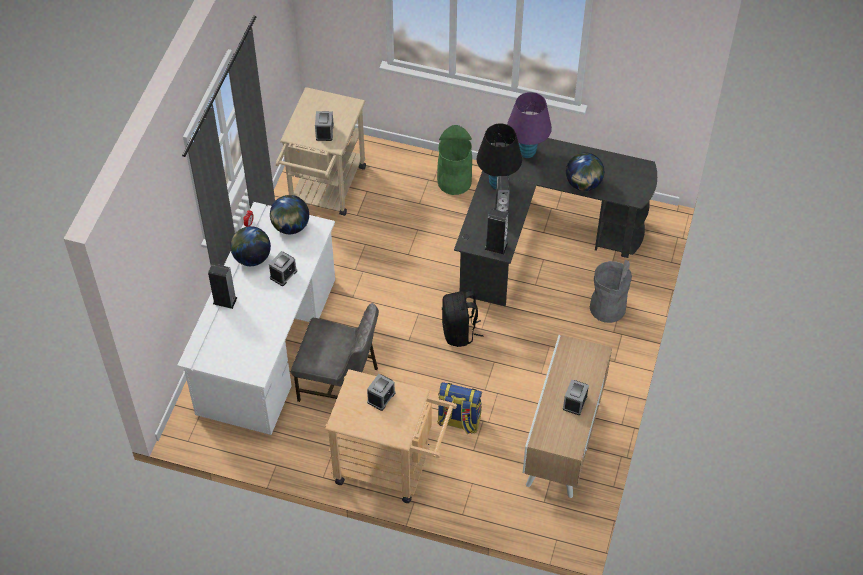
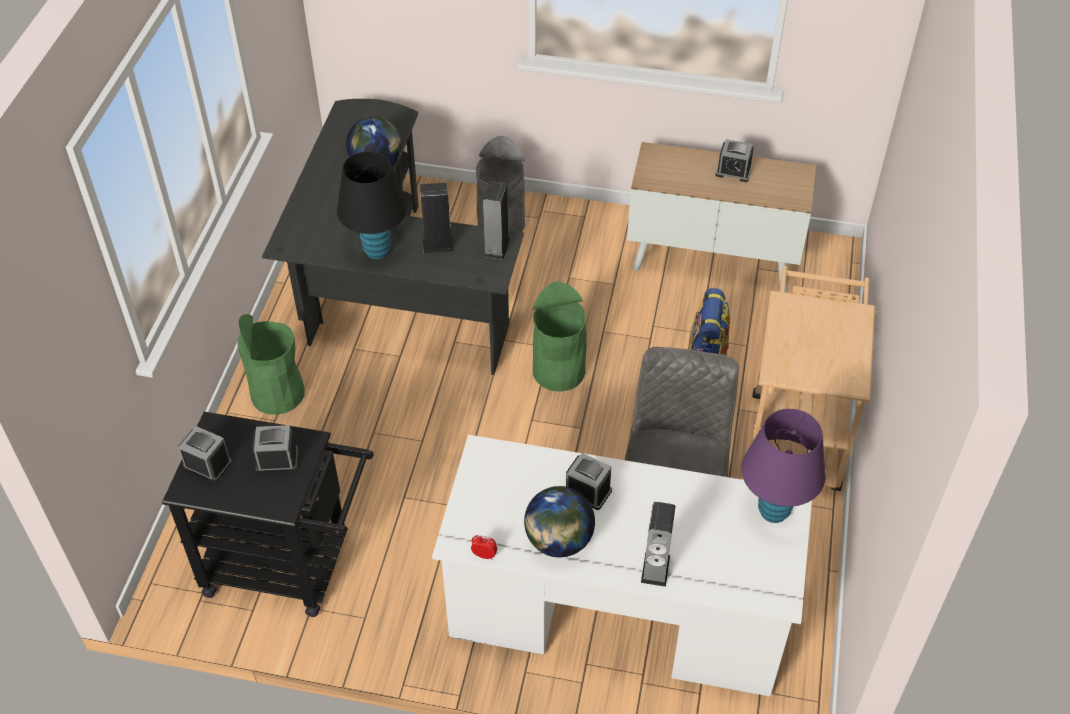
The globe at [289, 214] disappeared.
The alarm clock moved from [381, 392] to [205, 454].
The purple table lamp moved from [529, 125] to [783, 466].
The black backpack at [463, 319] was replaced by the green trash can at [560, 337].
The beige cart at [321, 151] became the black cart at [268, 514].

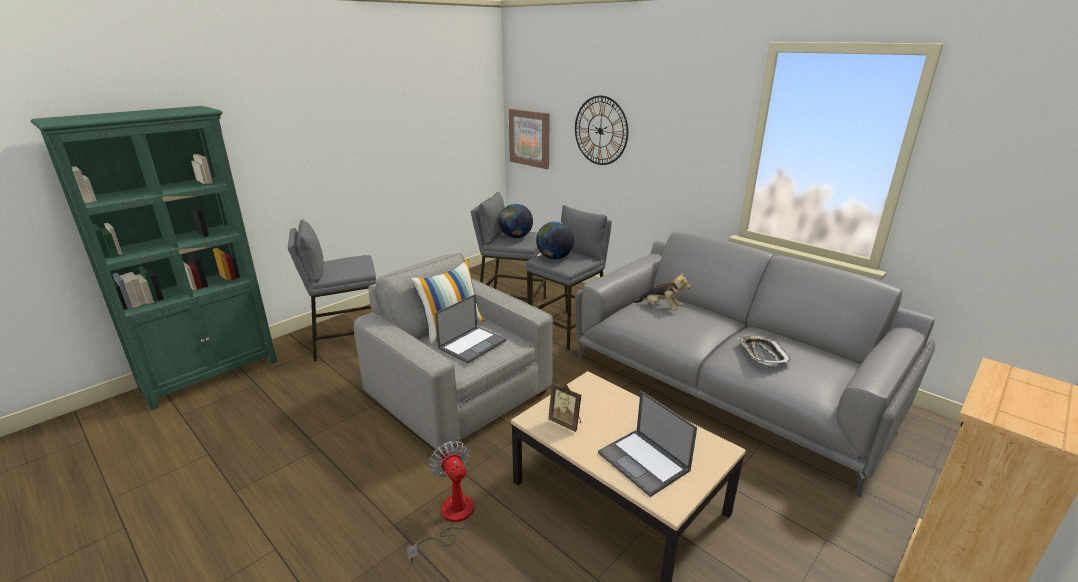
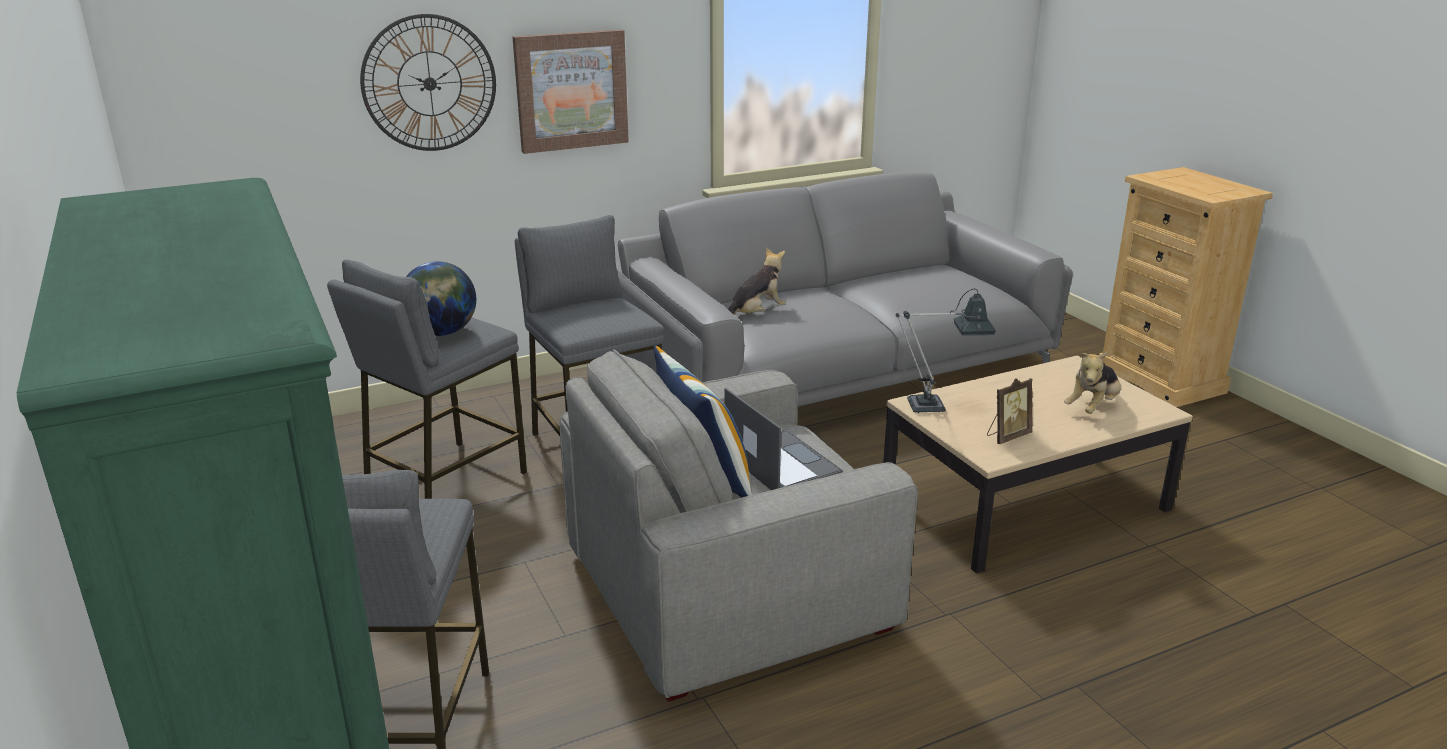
The fan at [440, 502] disappeared.
The globe at [555, 240] disappeared.
The tray at [765, 351] disappeared.
The table lamp at [946, 351] appeared.
The picture moved from [529, 139] to [571, 92].
The laptop at [647, 444] was replaced by the plush toy at [1092, 383].

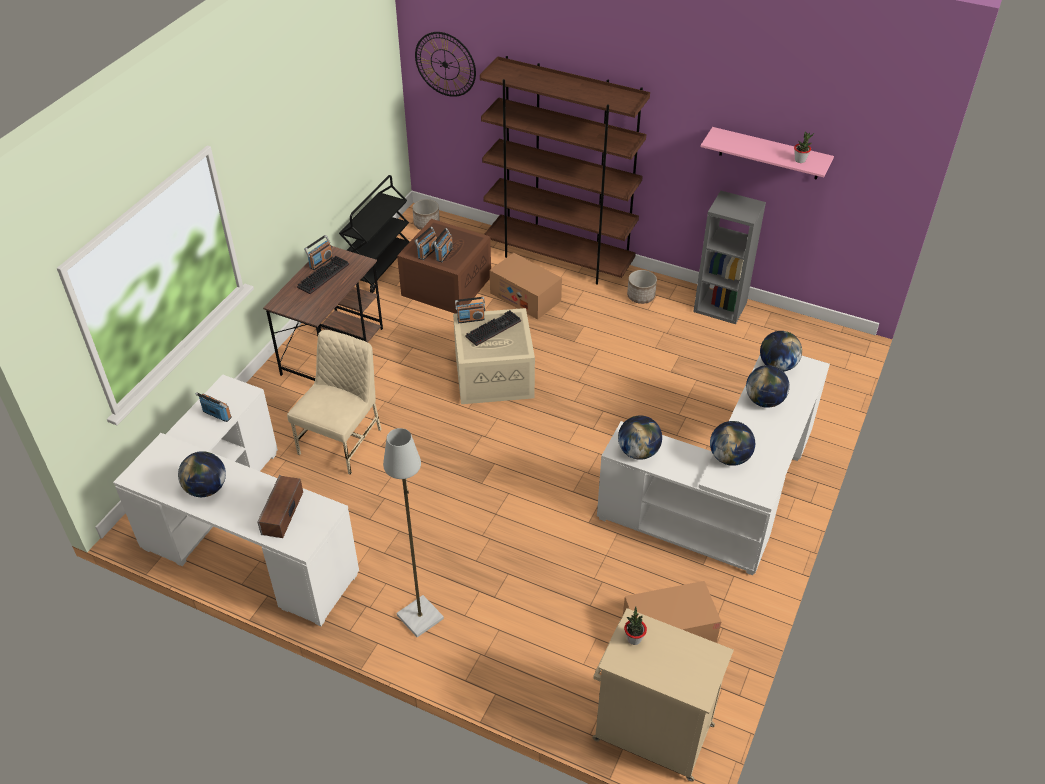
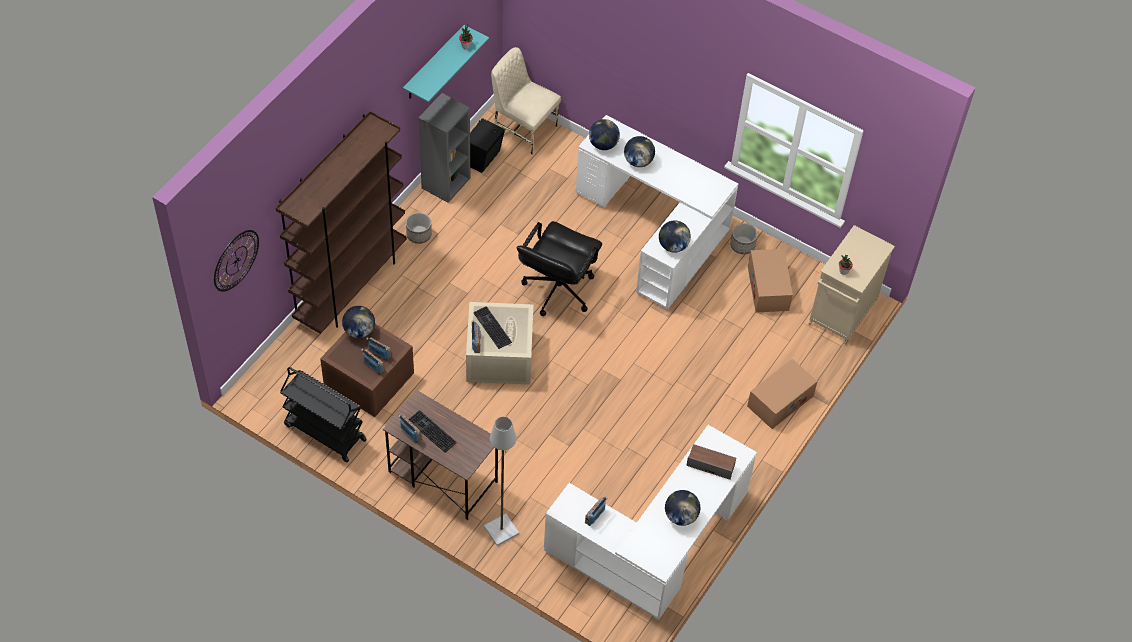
The black speaker at [487, 145] appeared.
The black office chair at [559, 268] appeared.
The beige chair moved from [334, 402] to [526, 101].
The grey floor lamp moved from [413, 532] to [501, 481].
The planter moved from [426, 214] to [744, 238].
The cardboard box moved from [526, 286] to [782, 394].
The globe moved from [732, 443] to [358, 322].
The pink shelf at [767, 153] became the turquoise shelf at [446, 63].

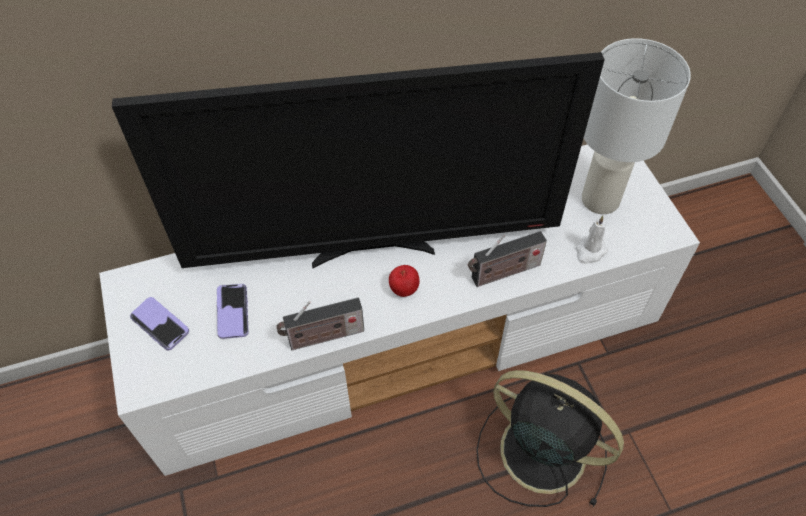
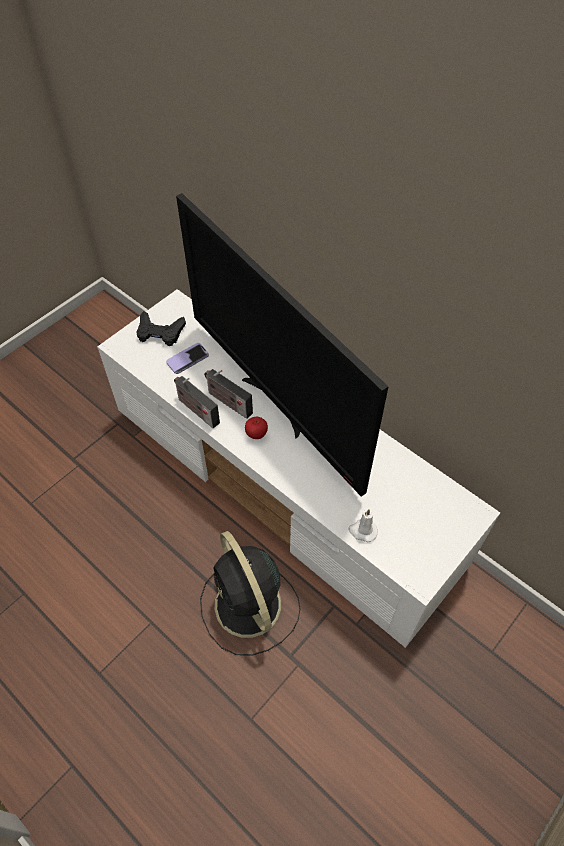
The white table lamp at [636, 126] disappeared.
The radio moved from [507, 259] to [228, 394].
The phone at [159, 324] was replaced by the black game controller at [161, 328].
The black fan at [550, 438] turned 150 degrees clockwise.

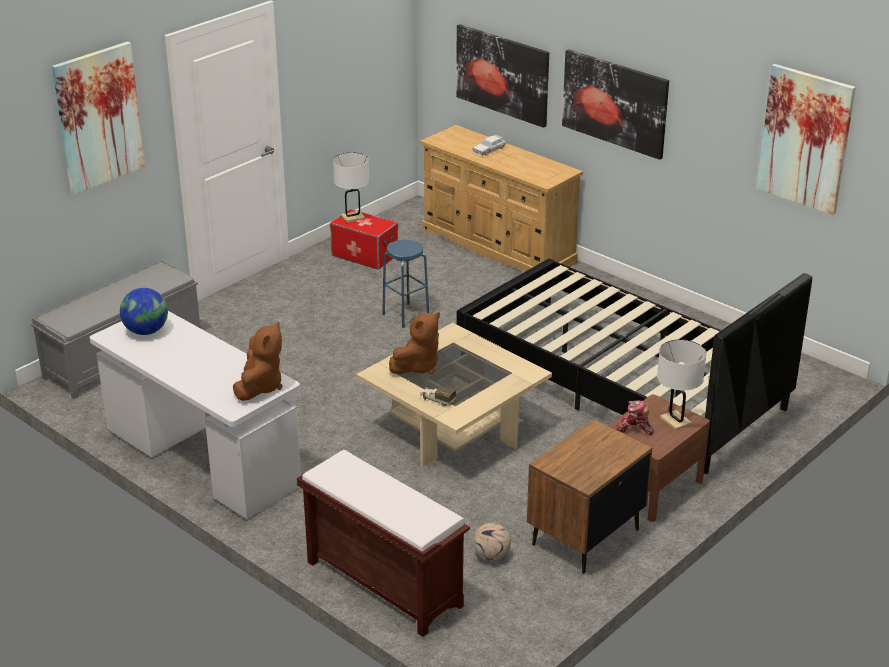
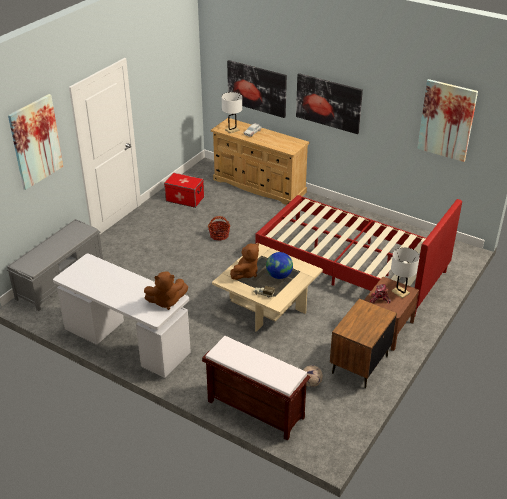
The globe moved from [144, 311] to [279, 265].
The white table lamp moved from [351, 187] to [232, 113].
The blue stool at [405, 284] was replaced by the basket at [219, 228].
The black bed at [634, 366] became the red bed at [359, 255].
The brown plush toy at [258, 361] turned 75 degrees clockwise.

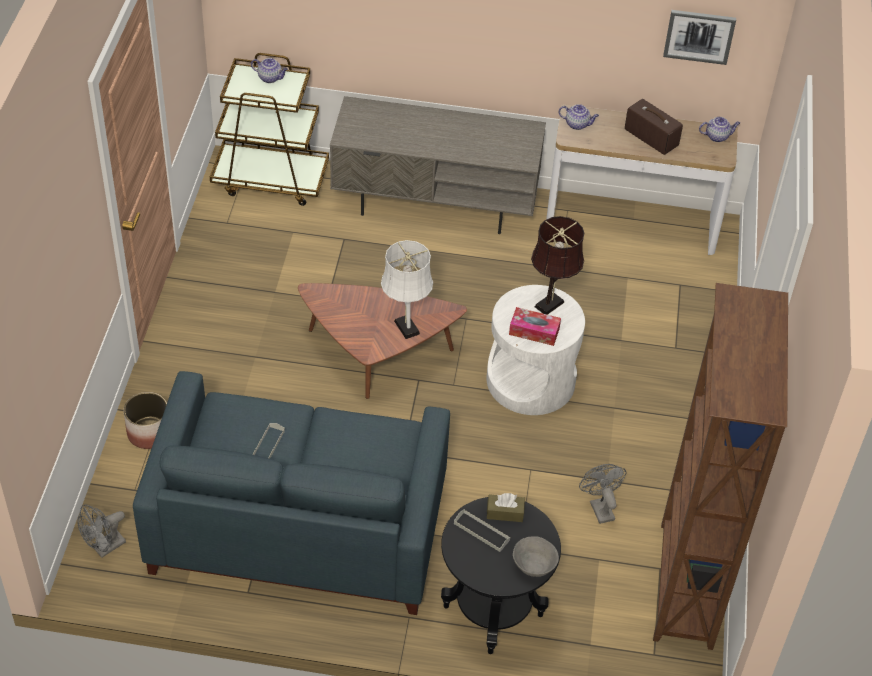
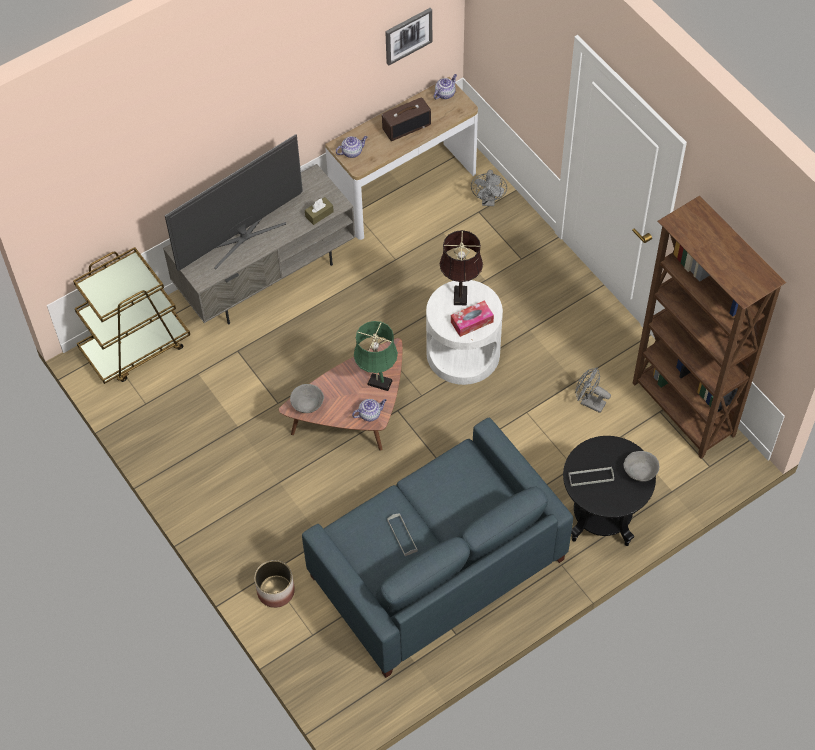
The television at [234, 202] appeared.
The grey bowl at [307, 398] appeared.
The grey fan moved from [101, 531] to [489, 188].
The teapot moved from [269, 70] to [369, 410].
The brown tissue box moved from [506, 507] to [319, 211].
The white table lamp at [407, 289] became the green table lamp at [376, 356].
The radio at [654, 127] turned 150 degrees clockwise.

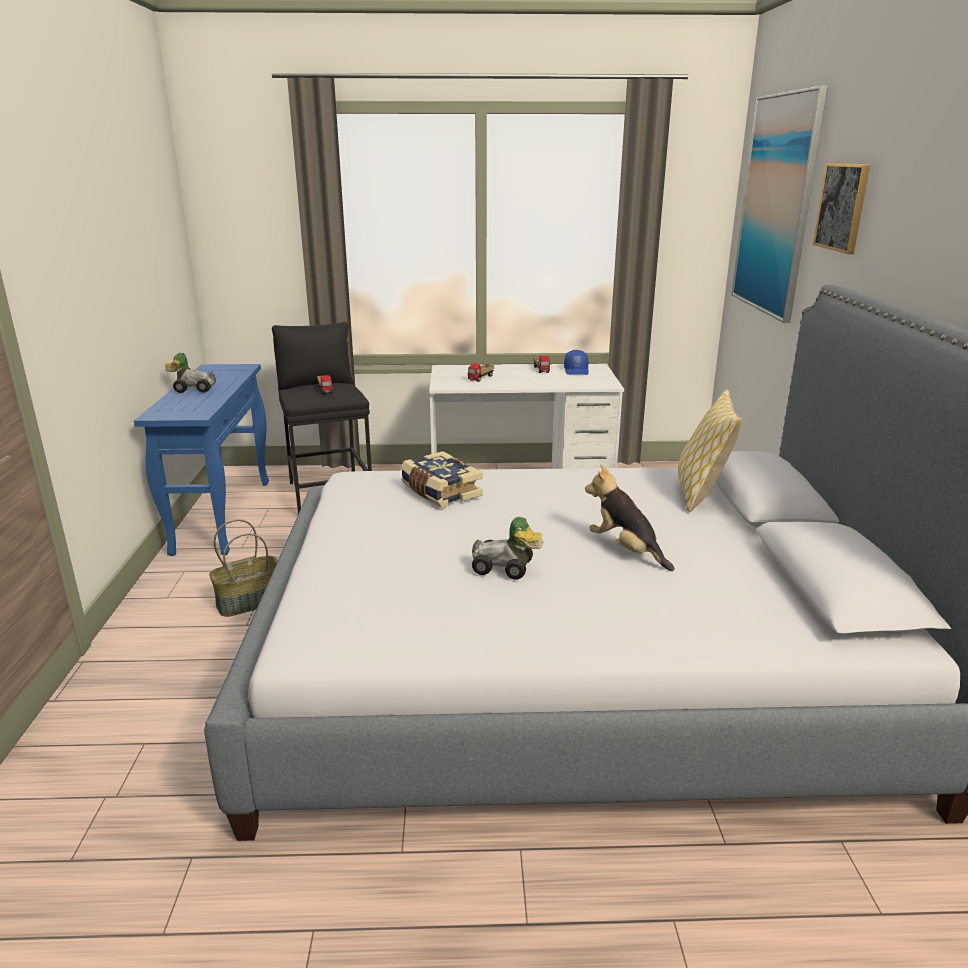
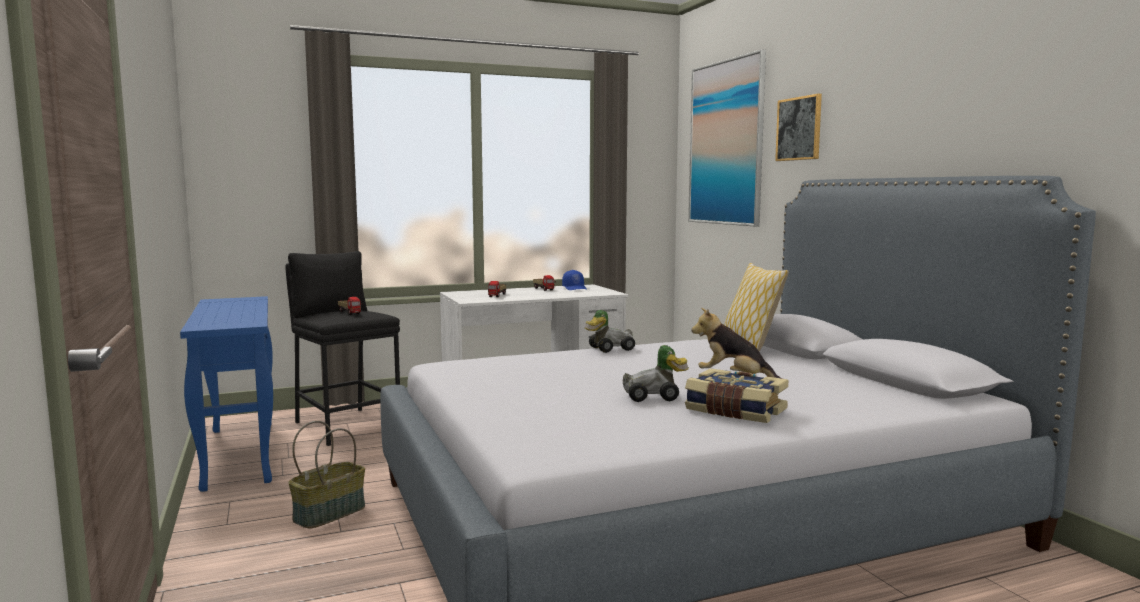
The toy car moved from [190, 373] to [610, 331].
The book moved from [442, 479] to [736, 395].

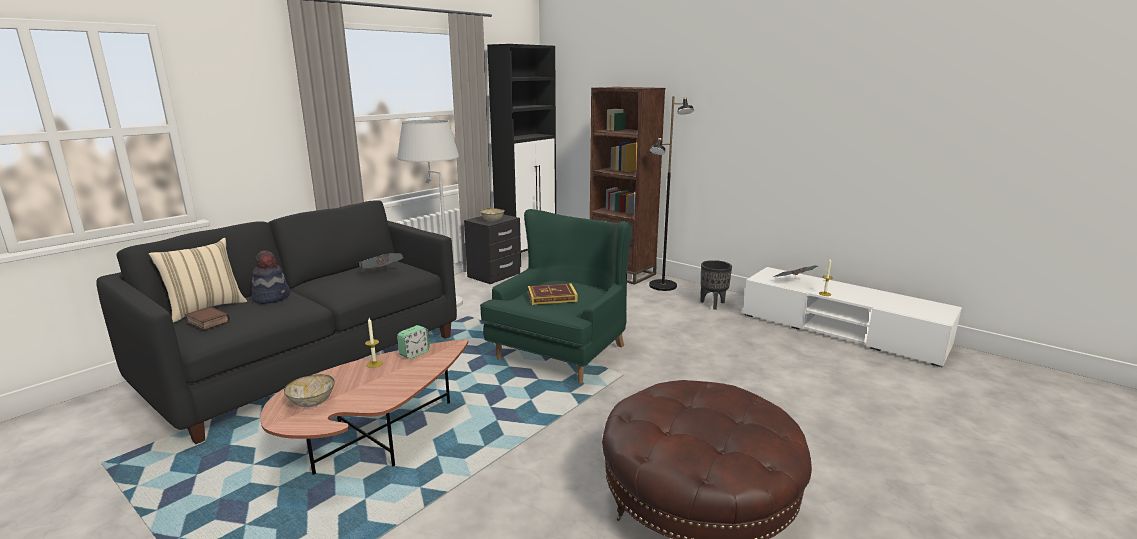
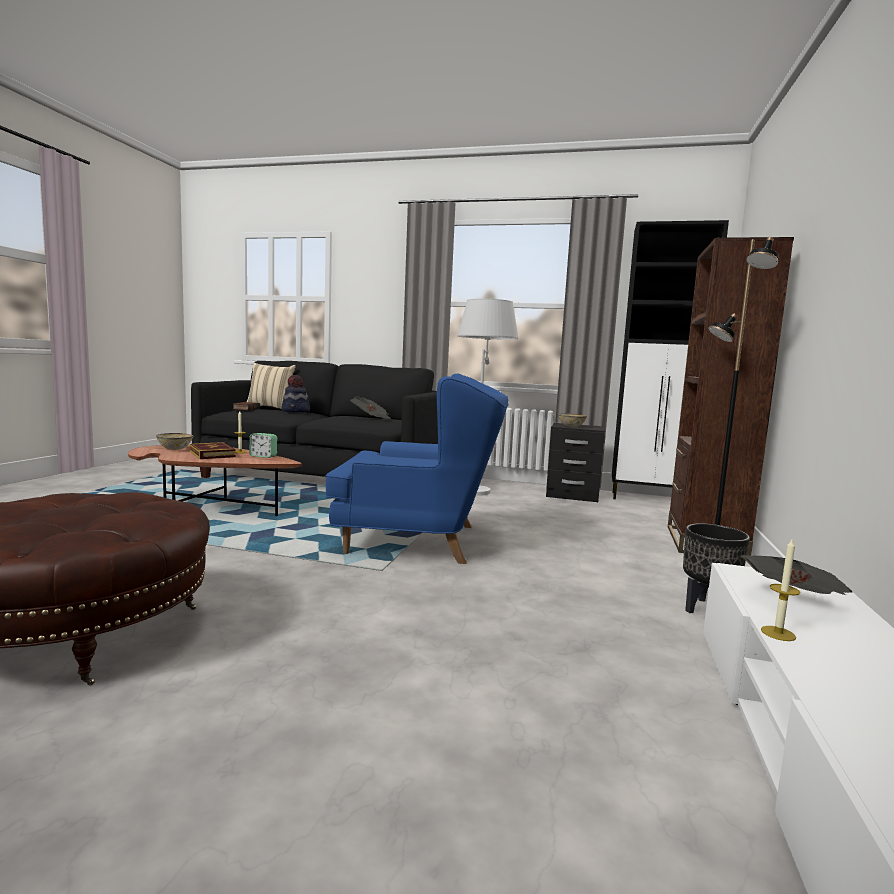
The book moved from [553, 294] to [213, 450].
The green armchair at [556, 296] became the blue armchair at [417, 469].

